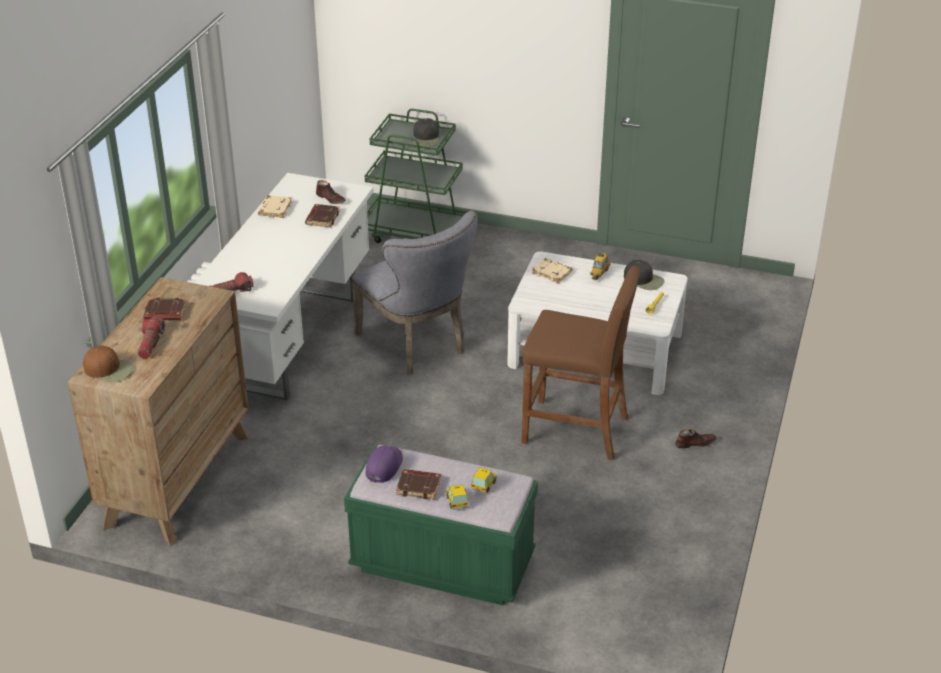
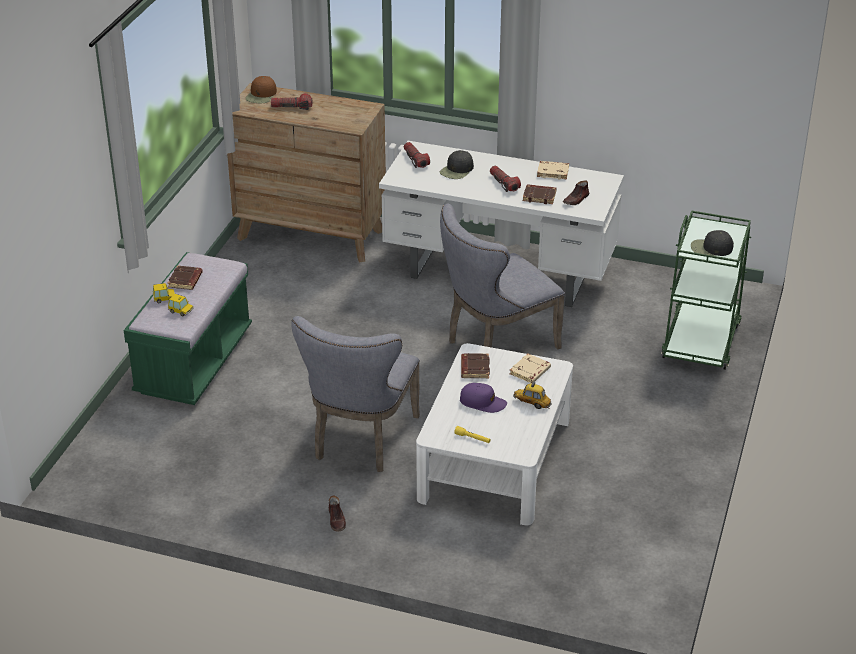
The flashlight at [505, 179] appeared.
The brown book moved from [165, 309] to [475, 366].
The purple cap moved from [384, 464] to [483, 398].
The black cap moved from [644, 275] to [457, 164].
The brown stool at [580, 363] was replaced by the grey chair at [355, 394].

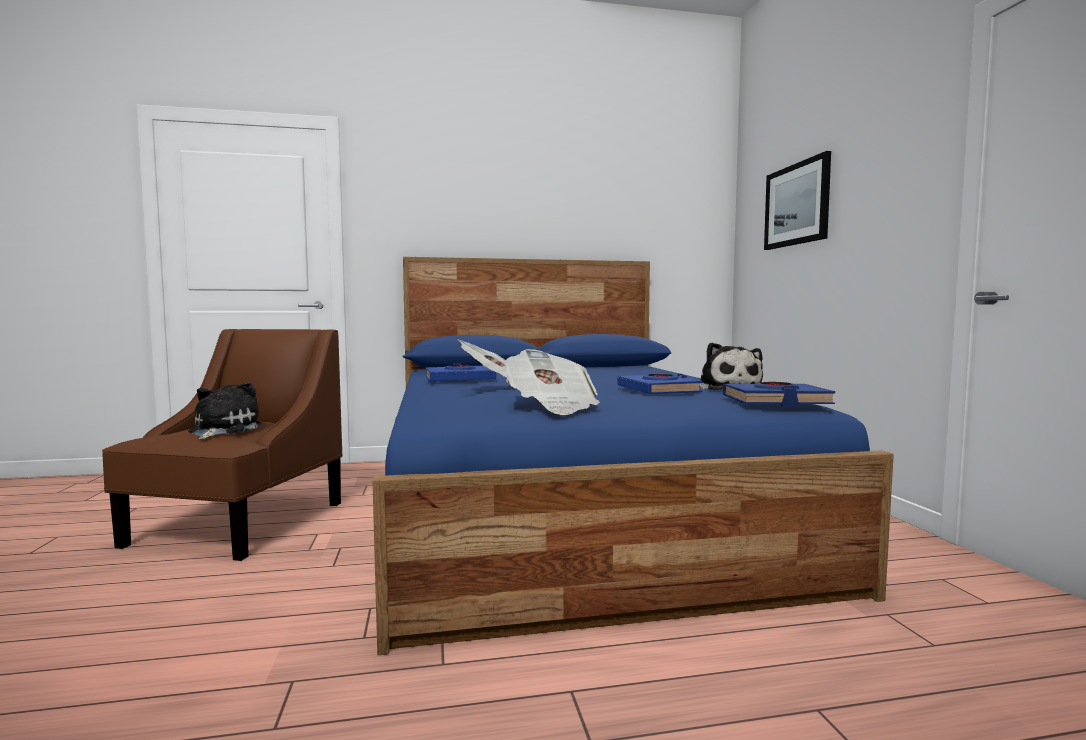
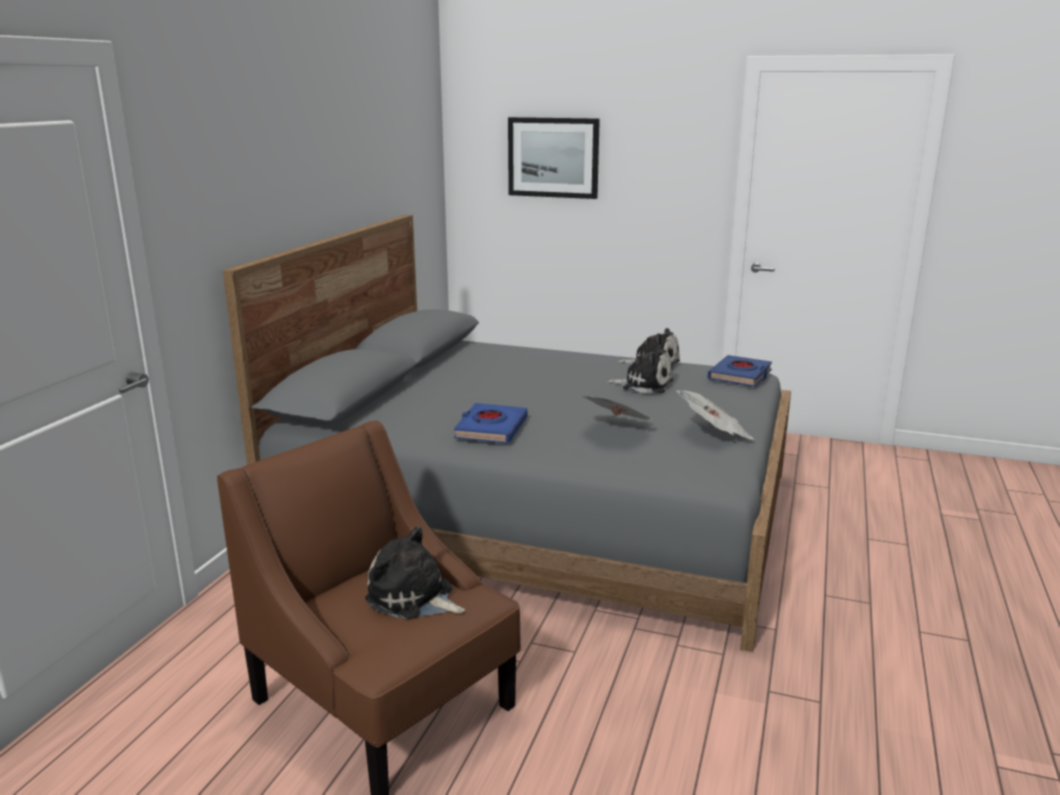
The blue book at [660, 383] was replaced by the plush toy at [640, 369].
The blue bed at [633, 456] became the grey bed at [507, 433].

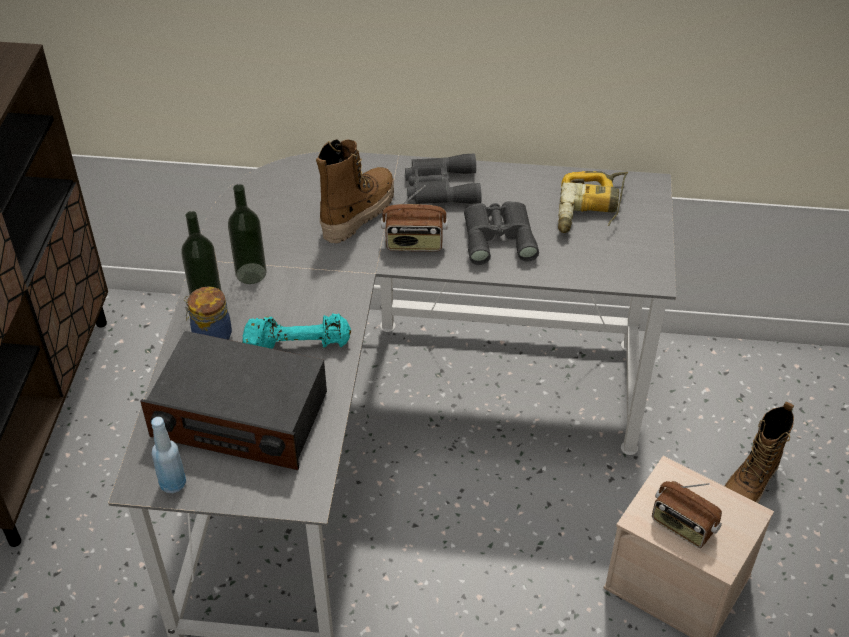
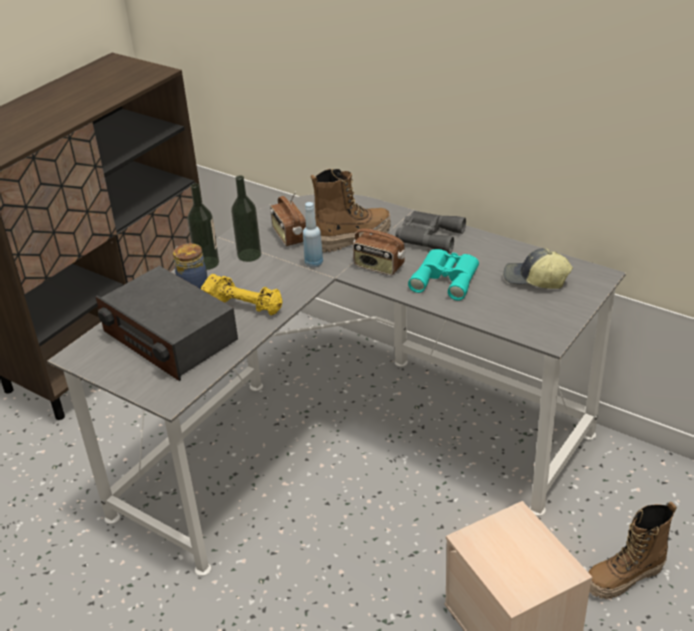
The blue bottle moved from [168, 455] to [313, 235].
The radio moved from [687, 514] to [288, 219].
The power drill at [593, 202] was replaced by the cap at [538, 268].
The turquoise dumbbell at [296, 331] became the yellow dumbbell at [241, 294].
The grey binoculars at [501, 233] became the turquoise binoculars at [443, 275].

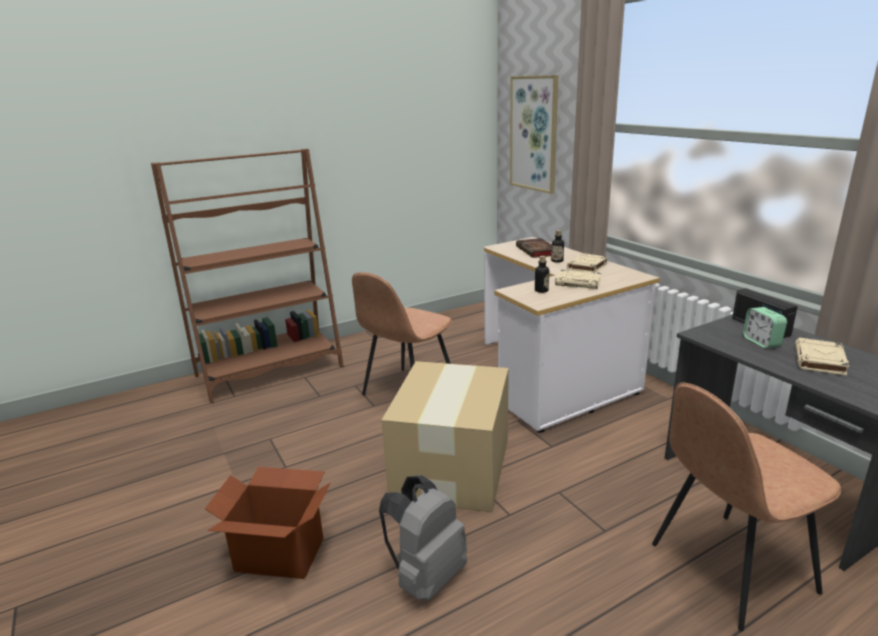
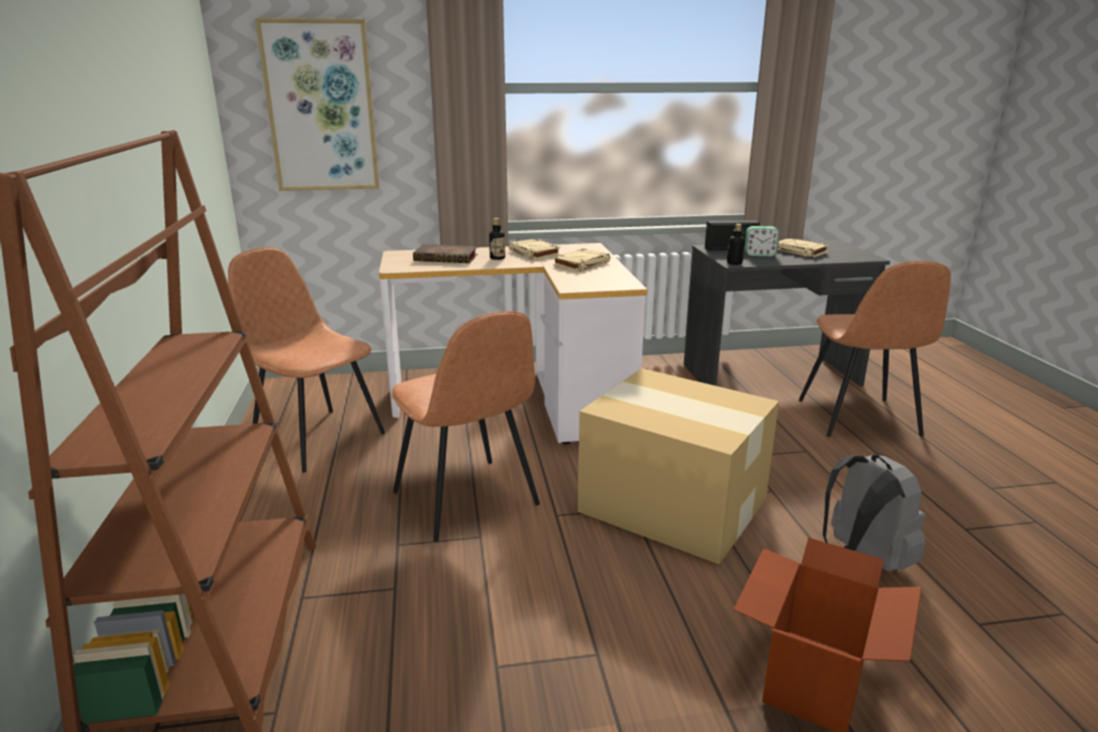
The brown chair at [306, 359] appeared.
The bottle moved from [542, 274] to [736, 244].

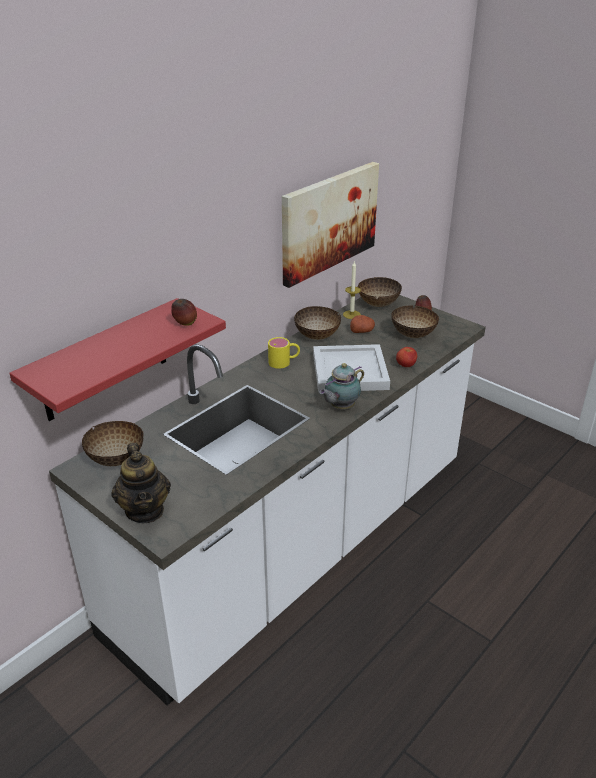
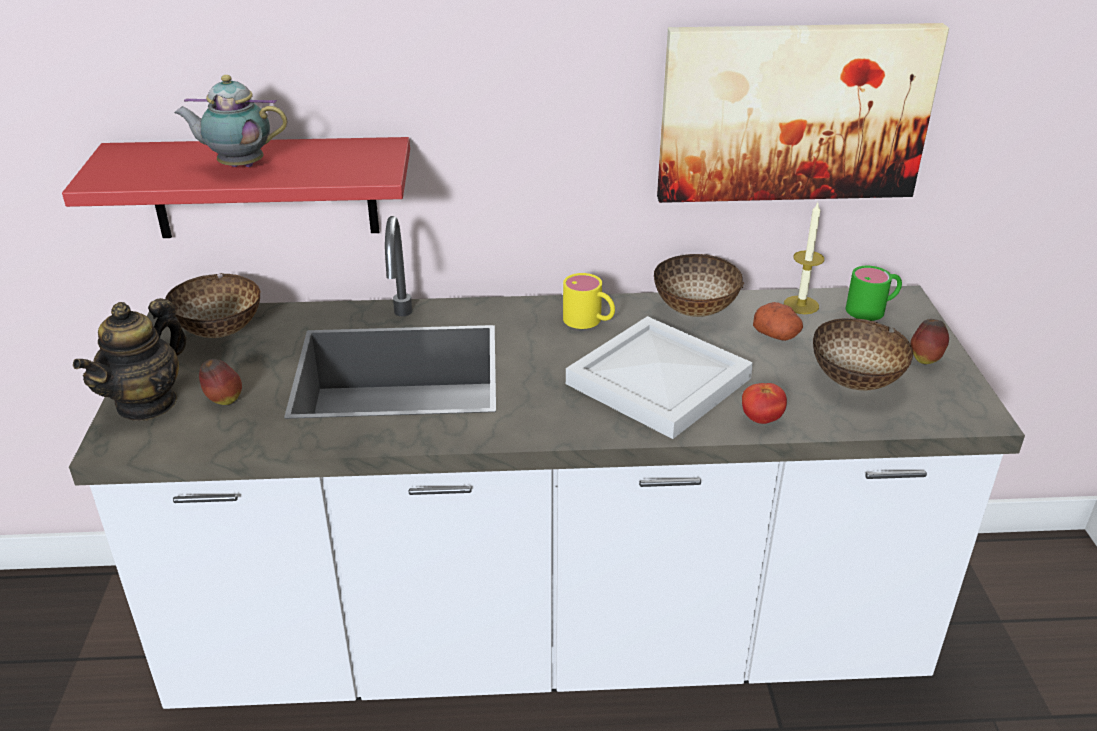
The apple moved from [184, 312] to [220, 382].
The teapot moved from [341, 386] to [231, 121].
The bowl at [380, 292] was replaced by the green mug at [874, 293].

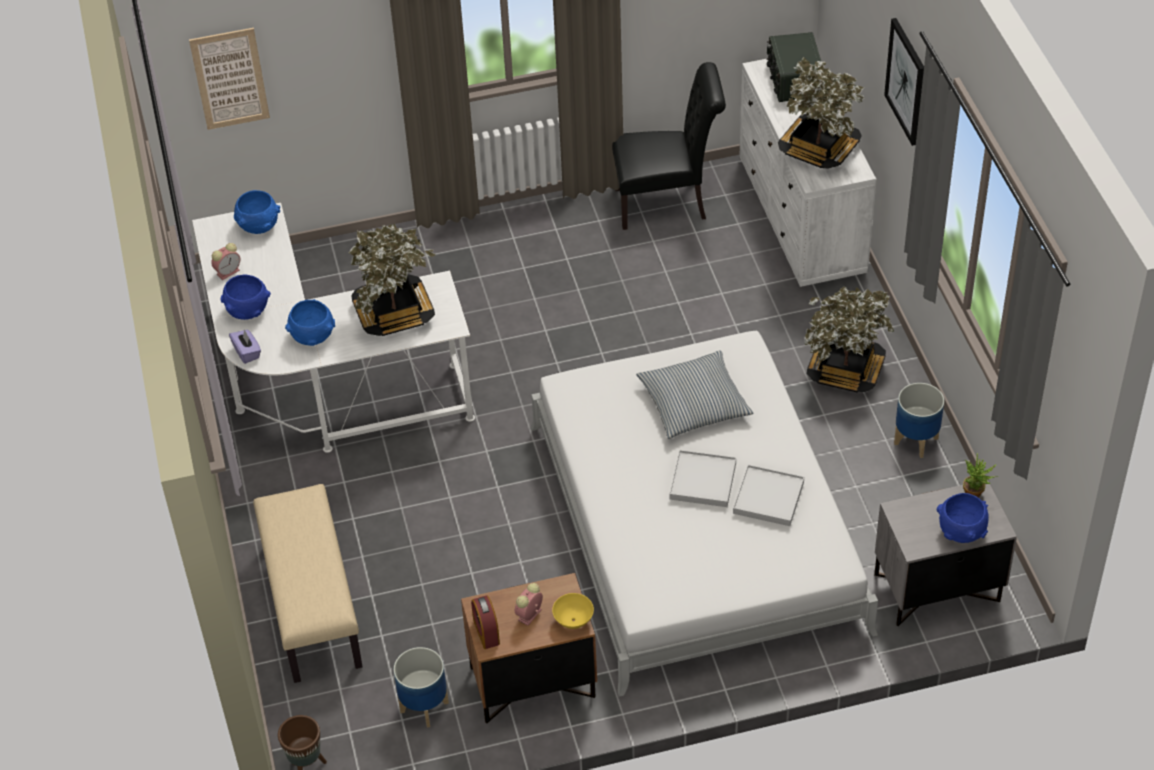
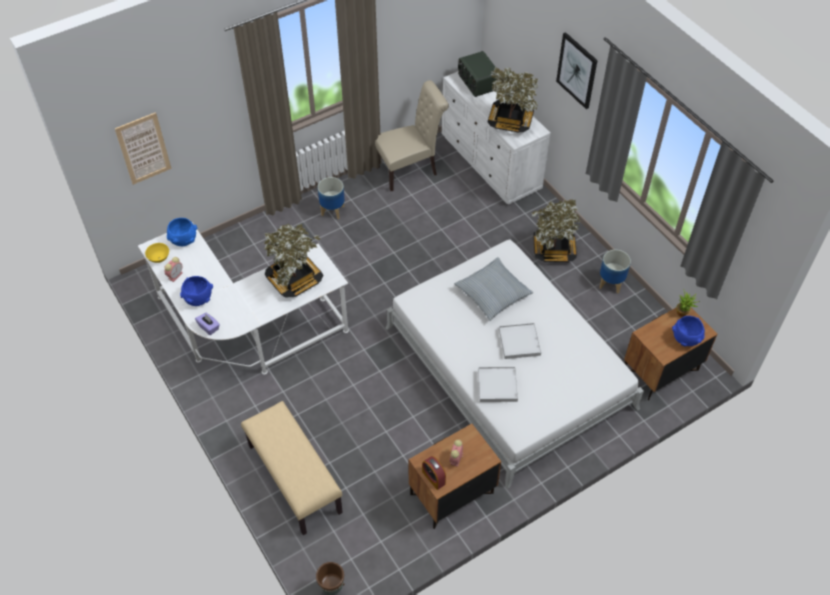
The blue bowl at [310, 322] disappeared.
The planter moved from [421, 687] to [331, 198].
The yellow bowl moved from [573, 611] to [157, 253].
The white tray moved from [768, 495] to [498, 384].
The black chair at [669, 146] became the beige chair at [412, 135].
The grey nightstand at [945, 553] became the brown nightstand at [670, 353].

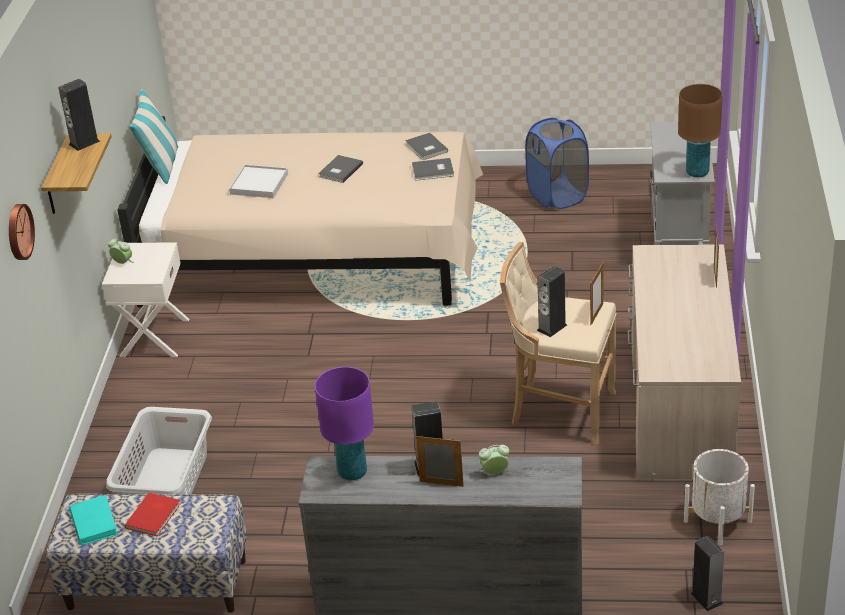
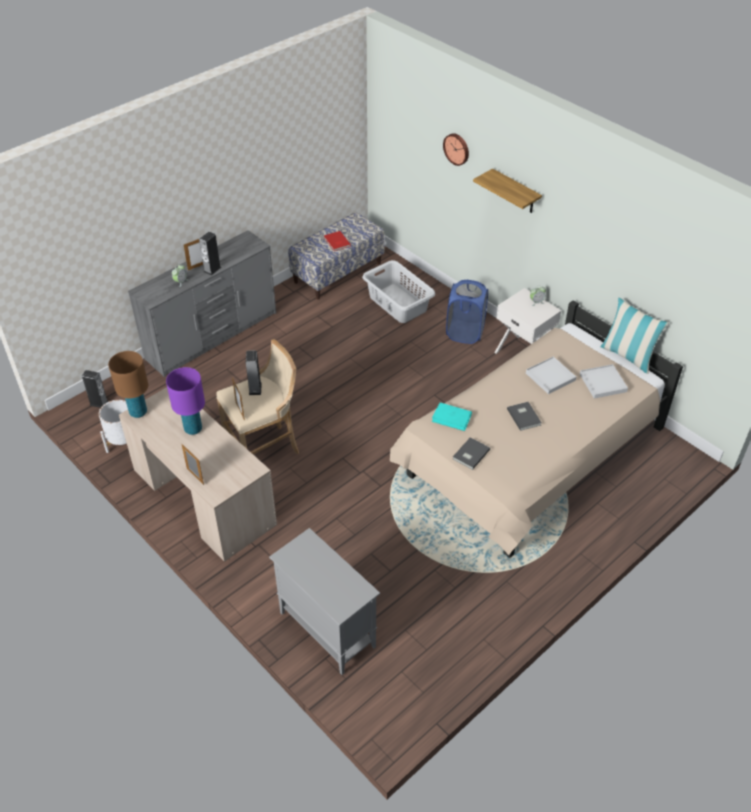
The speaker at [79, 115] disappeared.
The grey book at [426, 146] disappeared.
The white tray at [604, 381] appeared.
The turquoise book moved from [93, 520] to [452, 417].
The purple table lamp moved from [344, 424] to [185, 401].
The blue laundry basket moved from [557, 163] to [467, 311].
The brown table lamp moved from [700, 131] to [128, 384].

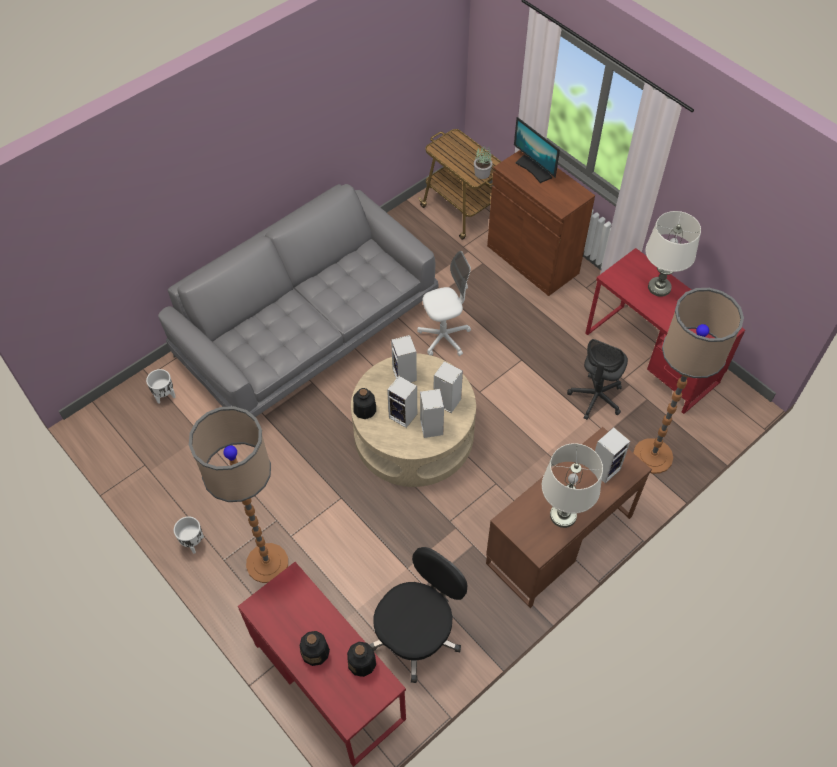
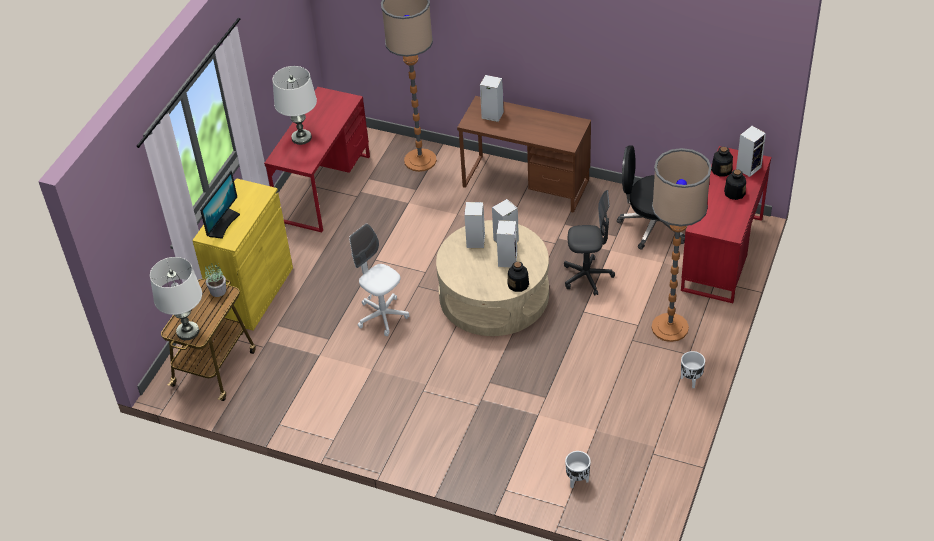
The grey sofa at [298, 300] disappeared.
The speaker moved from [404, 358] to [751, 151].
The white table lamp moved from [572, 485] to [176, 298].
The grey office chair moved from [597, 379] to [589, 243].
The brown cabinet at [541, 223] became the yellow cabinet at [242, 254].

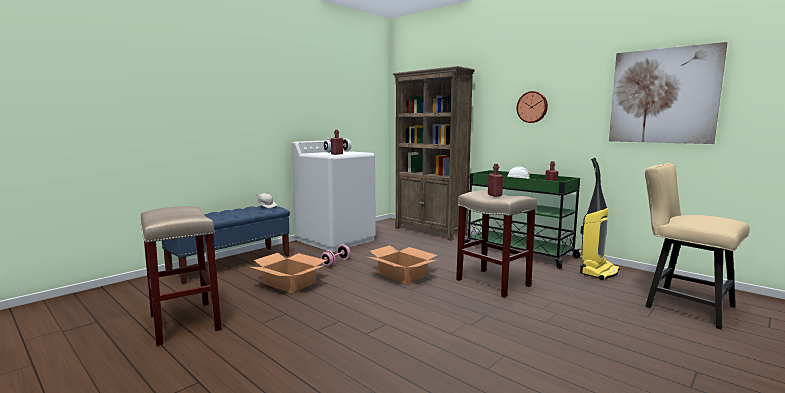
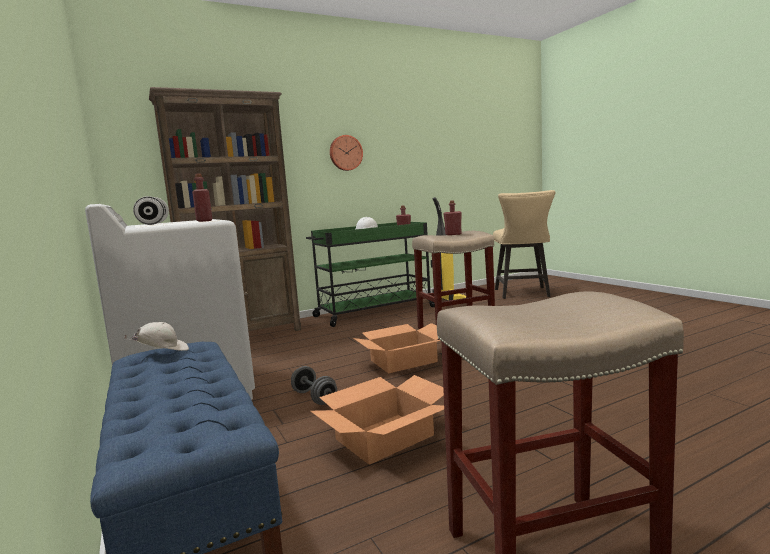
The picture at [668, 93] disappeared.
The pink dumbbell at [335, 255] became the grey dumbbell at [314, 385].
The beige chair at [697, 246] turned 60 degrees counterclockwise.

